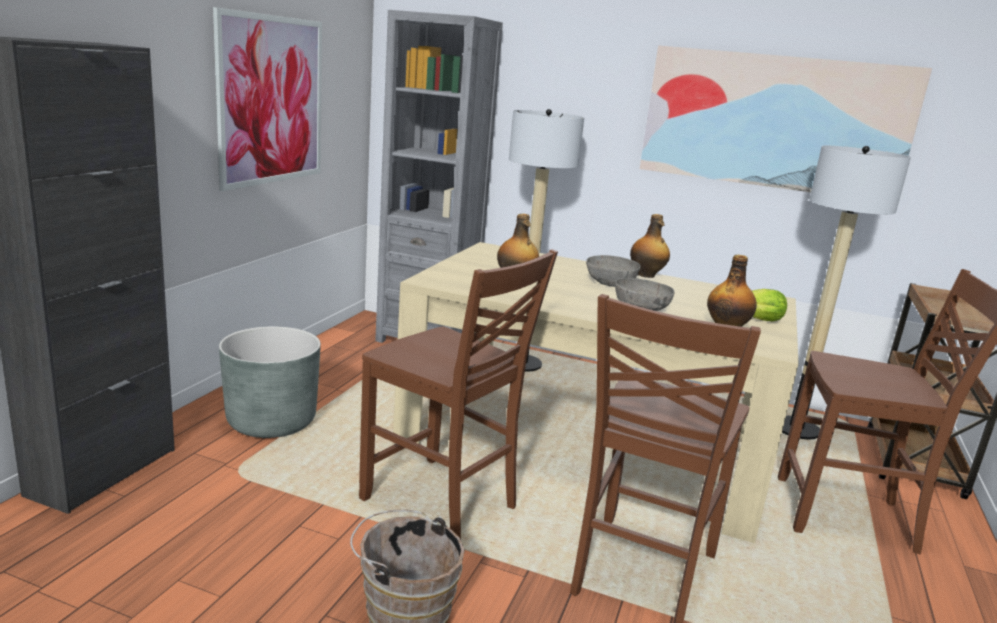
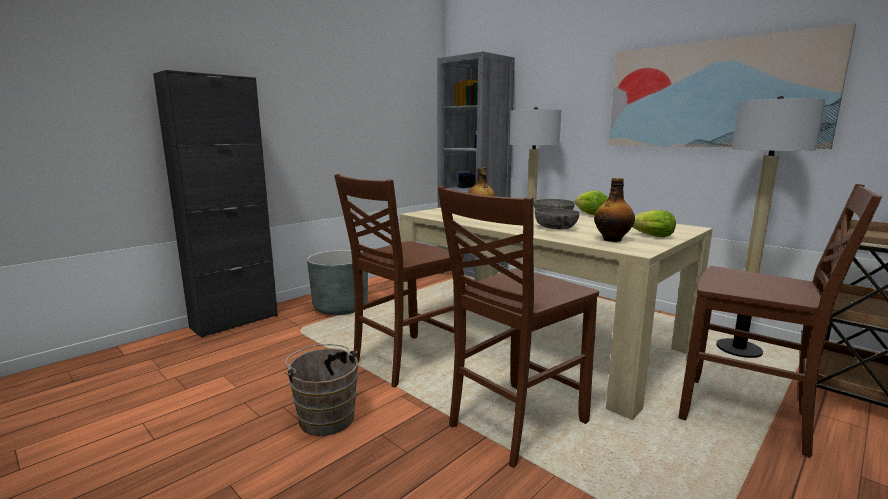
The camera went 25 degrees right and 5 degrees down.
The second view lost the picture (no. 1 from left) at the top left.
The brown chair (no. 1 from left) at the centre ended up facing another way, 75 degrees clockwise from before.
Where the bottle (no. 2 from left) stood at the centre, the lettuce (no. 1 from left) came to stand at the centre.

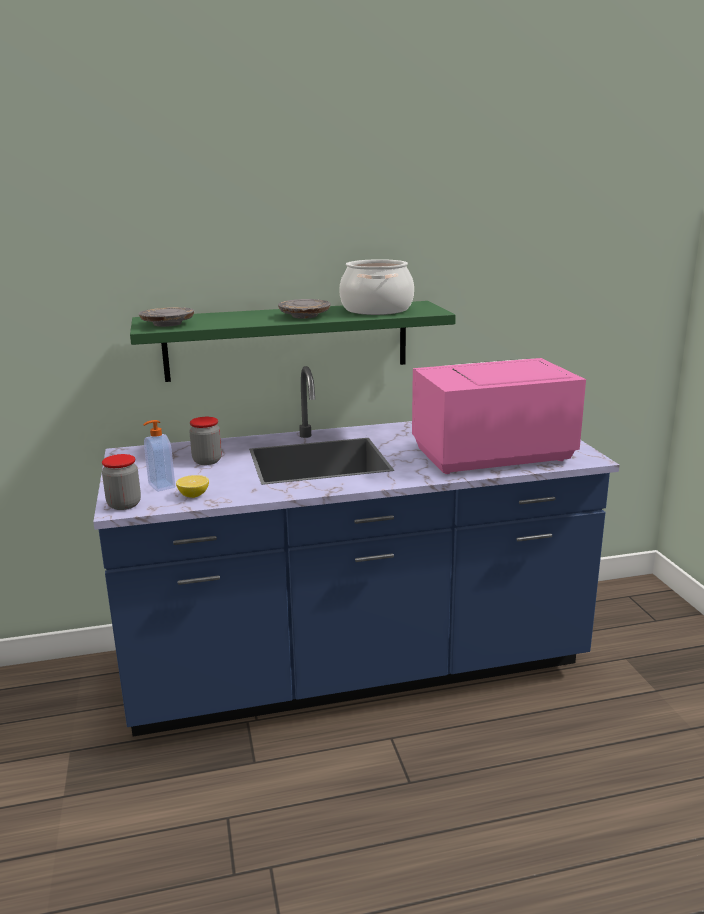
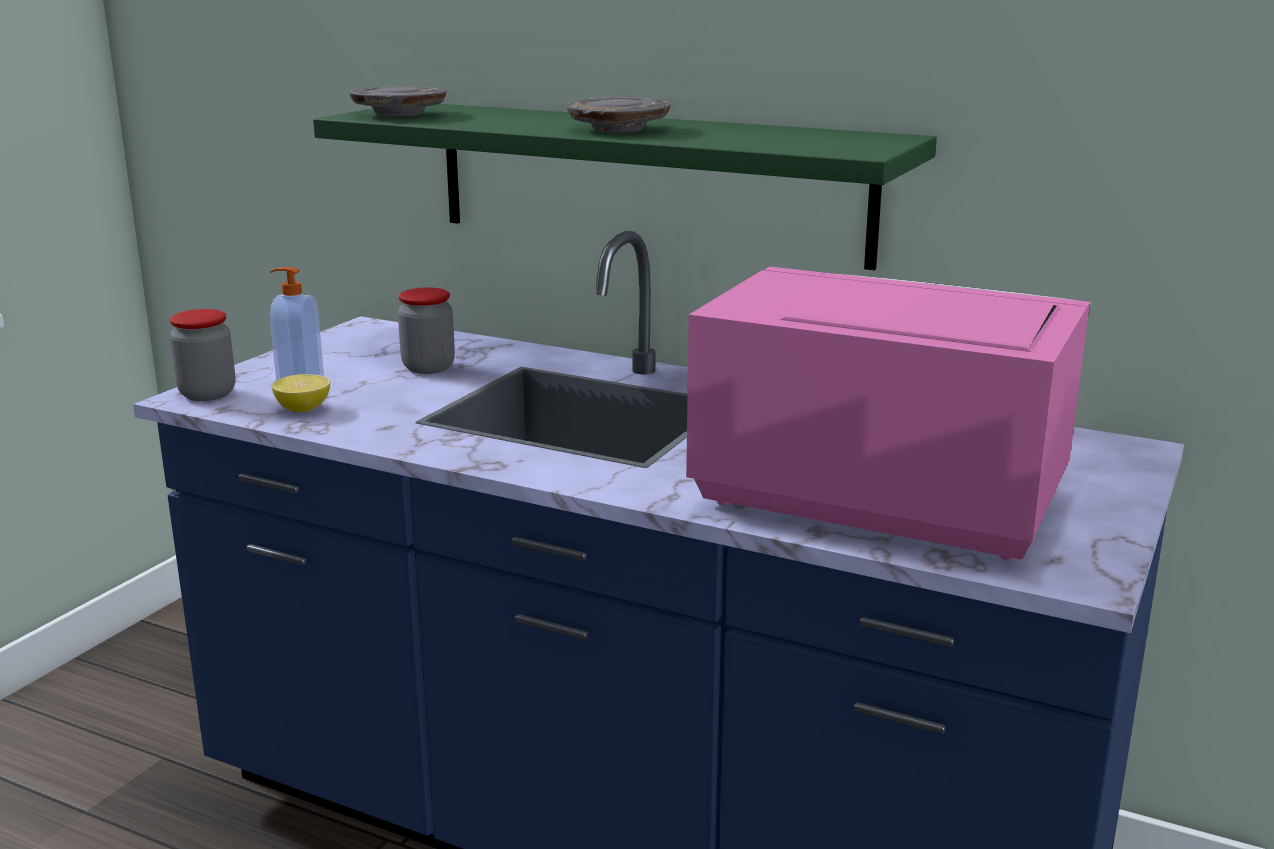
The camera went 40 degrees right and 0 degrees up.
The second view lost the cooking pot at the top centre.

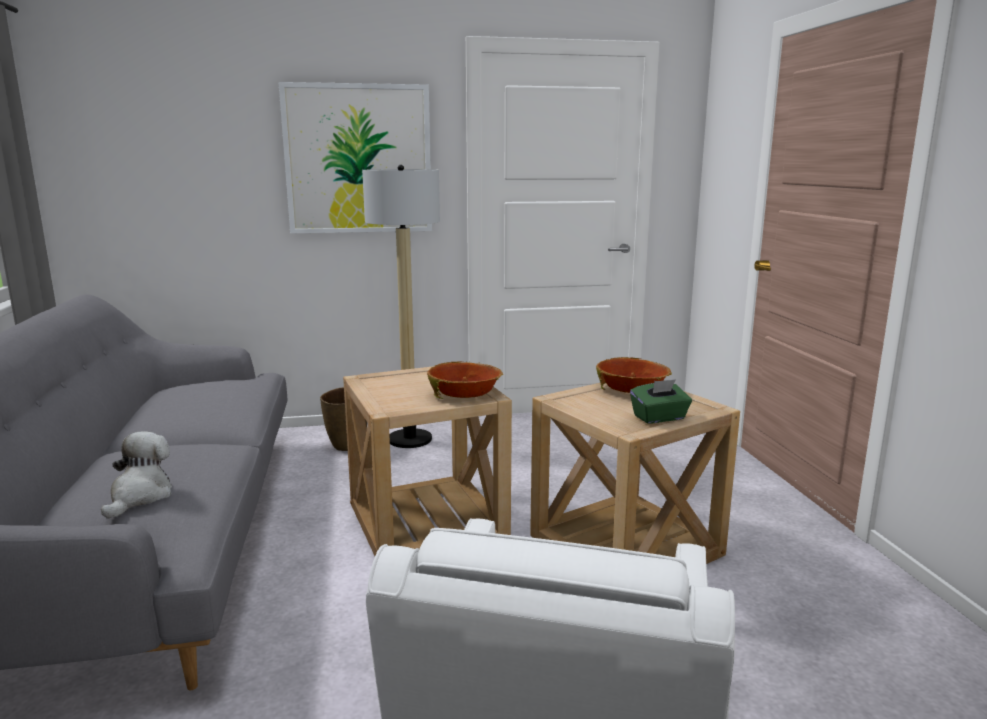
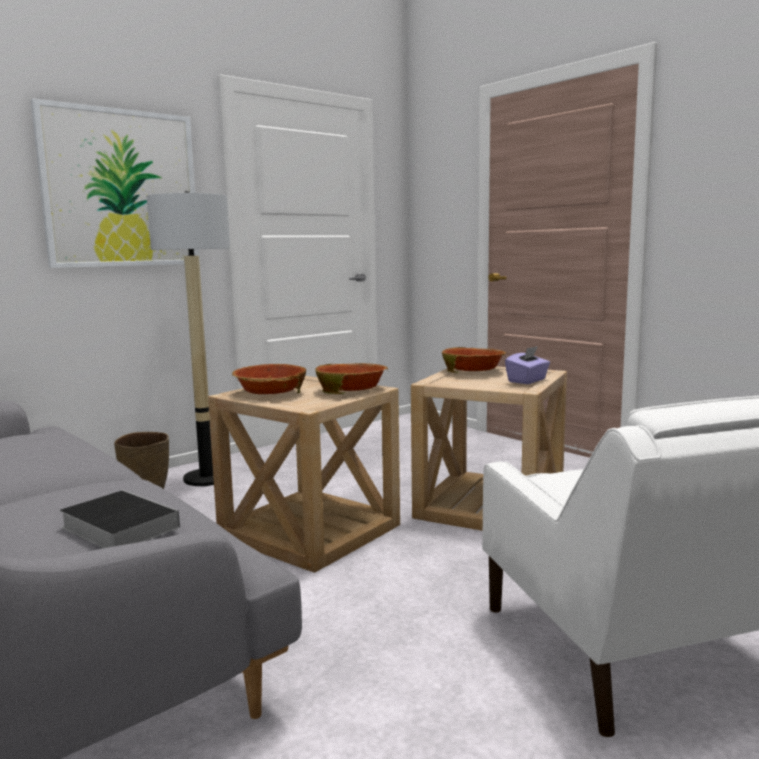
The camera went 30 degrees left and 5 degrees down.
Where the plush toy stood at the middle left, the book came to stand at the bottom left.
What was the green tissue box at the middle right turned into the purple tissue box at the middle right.
The second view gained the bowl (no. 1 from left) at the centre.

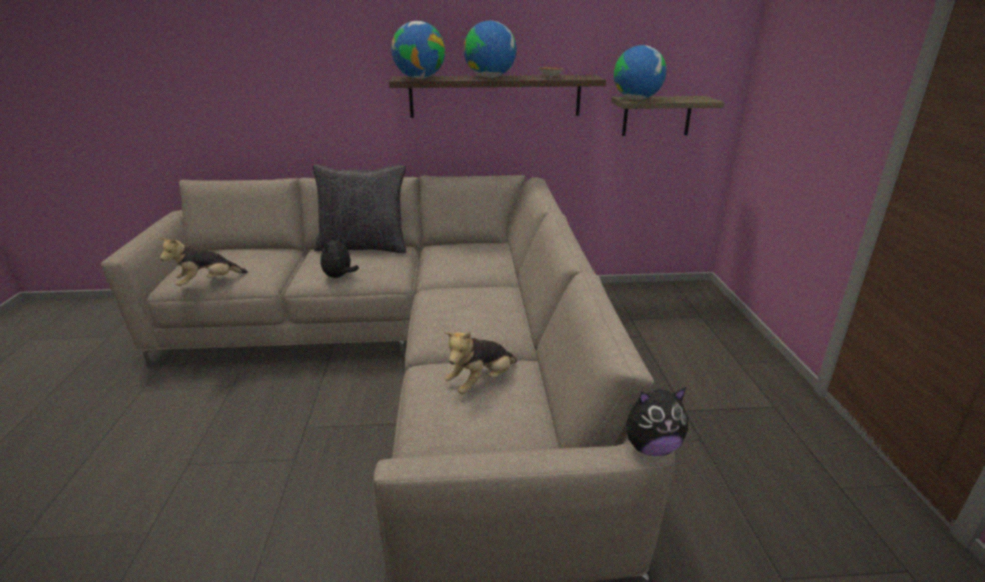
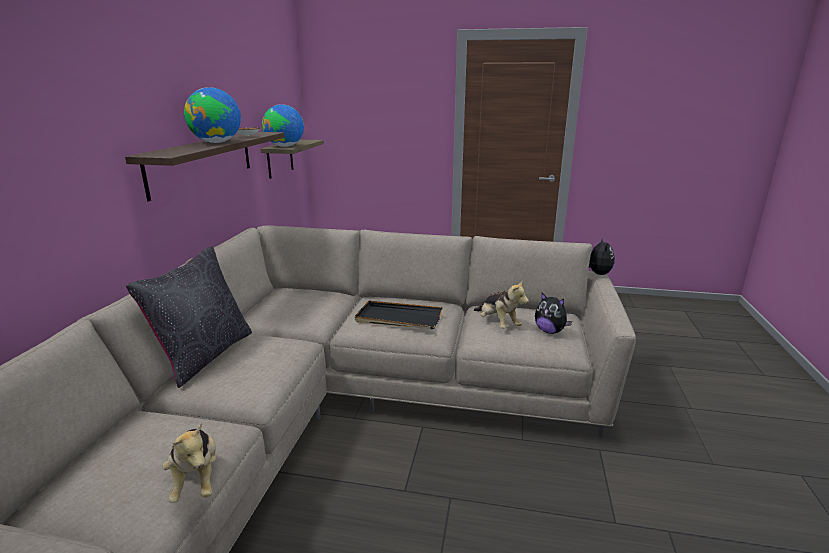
The camera went 75 degrees left and 5 degrees down.
The plush toy (no. 2 from left in the first image) ended up elsewhere, having gone from the centre to the middle right.
The second view lost the globe (no. 1 from left) at the top centre.
The second view gained the black tray at the centre.

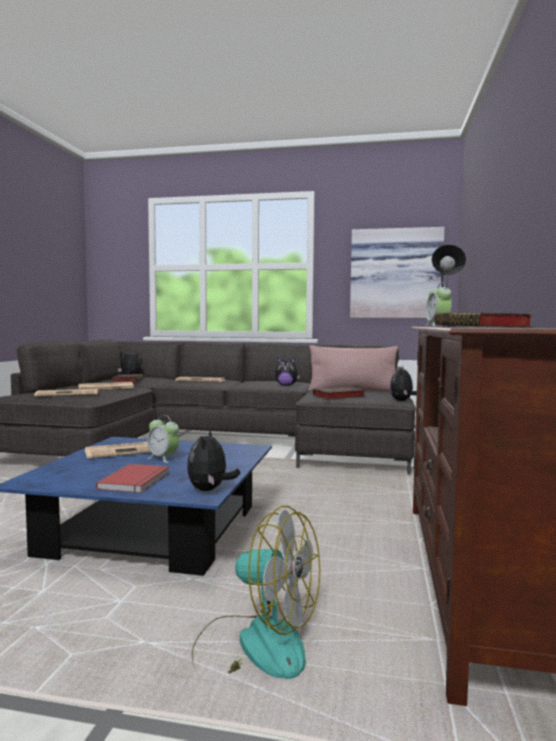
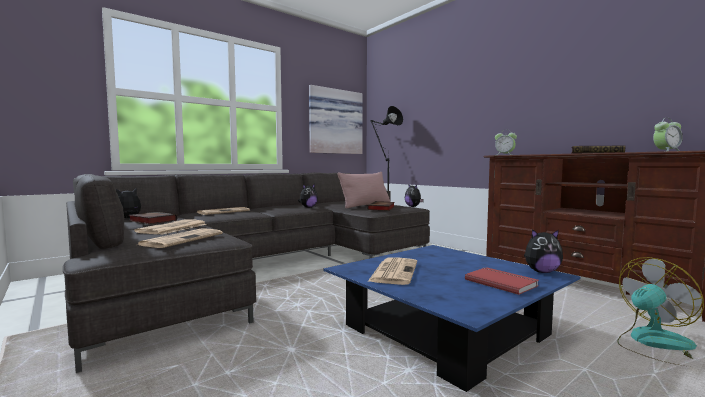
The camera went 50 degrees left and 0 degrees up.
The alarm clock (no. 1 from left in the first image) ended up elsewhere, having gone from the middle left to the middle right.
The plush toy (no. 2 from left in the first image) at the centre ended up facing another way, 45 degrees counterclockwise from before.

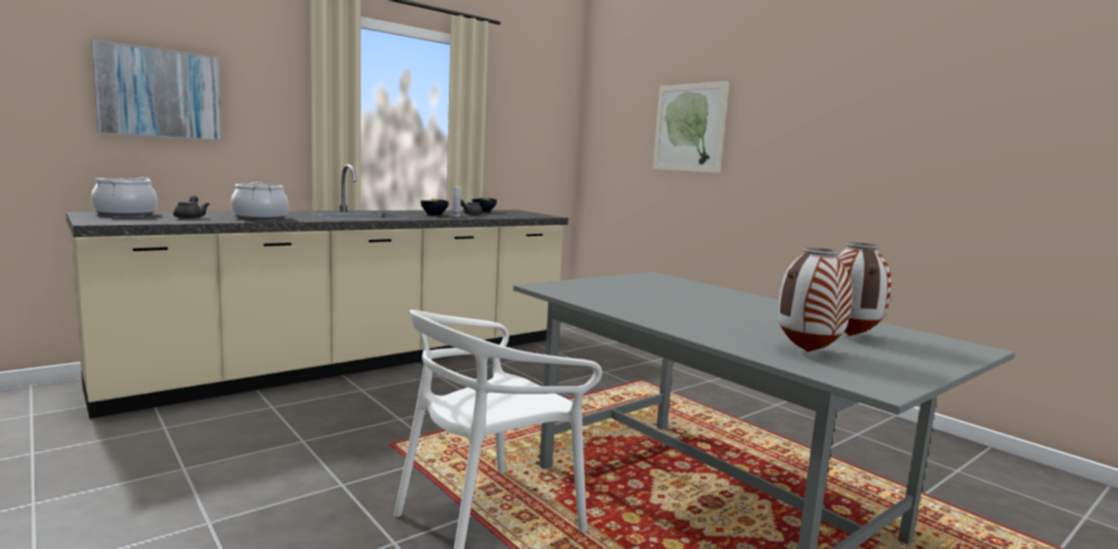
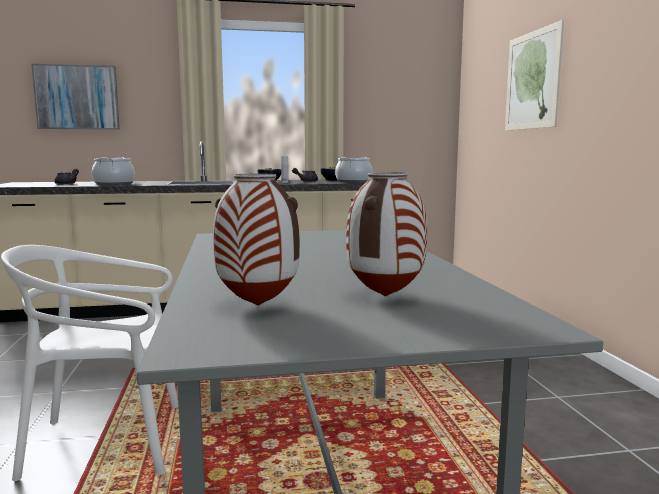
The camera went 30 degrees right and 0 degrees up.
The cooking pot (no. 1 from left in the first image) ended up elsewhere, having gone from the middle left to the centre.

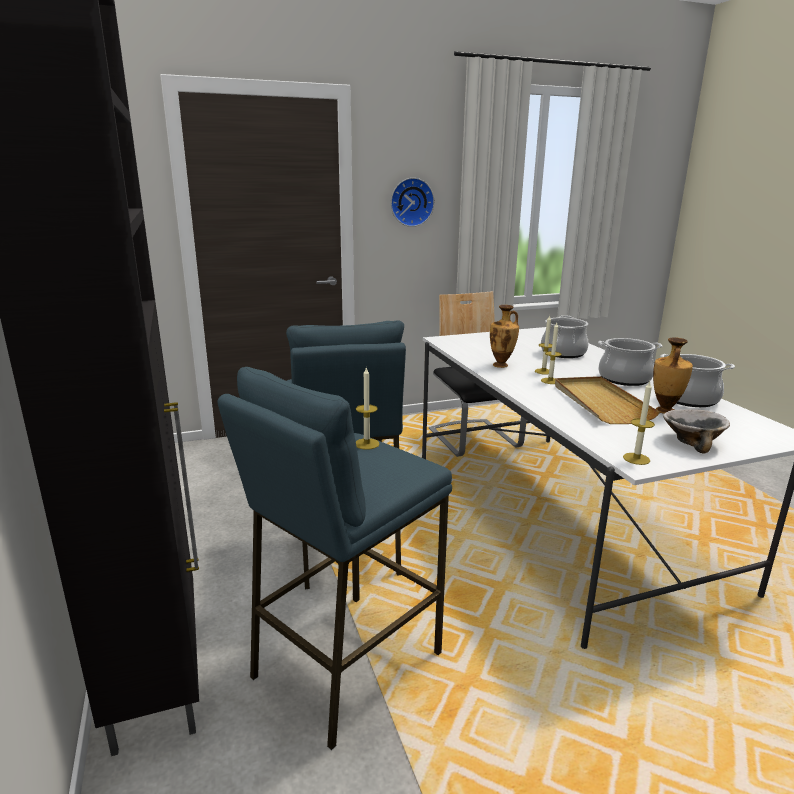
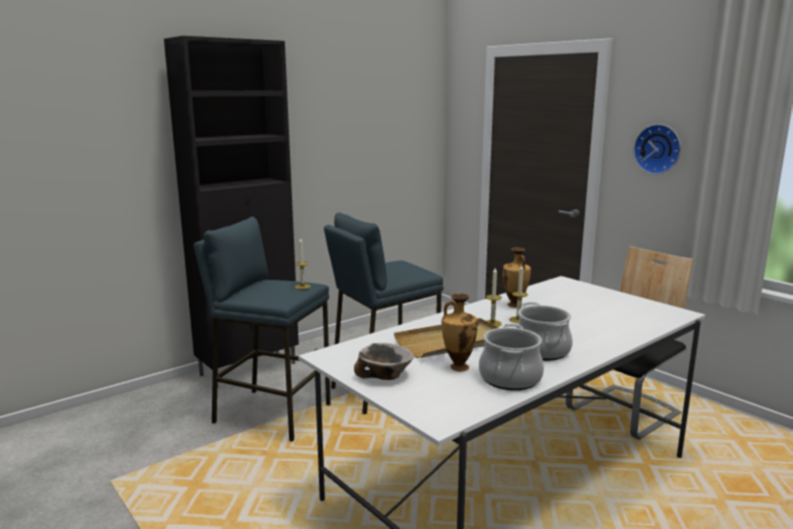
The camera went 70 degrees right and 5 degrees down.
The second view lost the cooking pot (no. 1 from left) at the middle right.
The second view lost the candle (no. 4 from left) at the middle right.

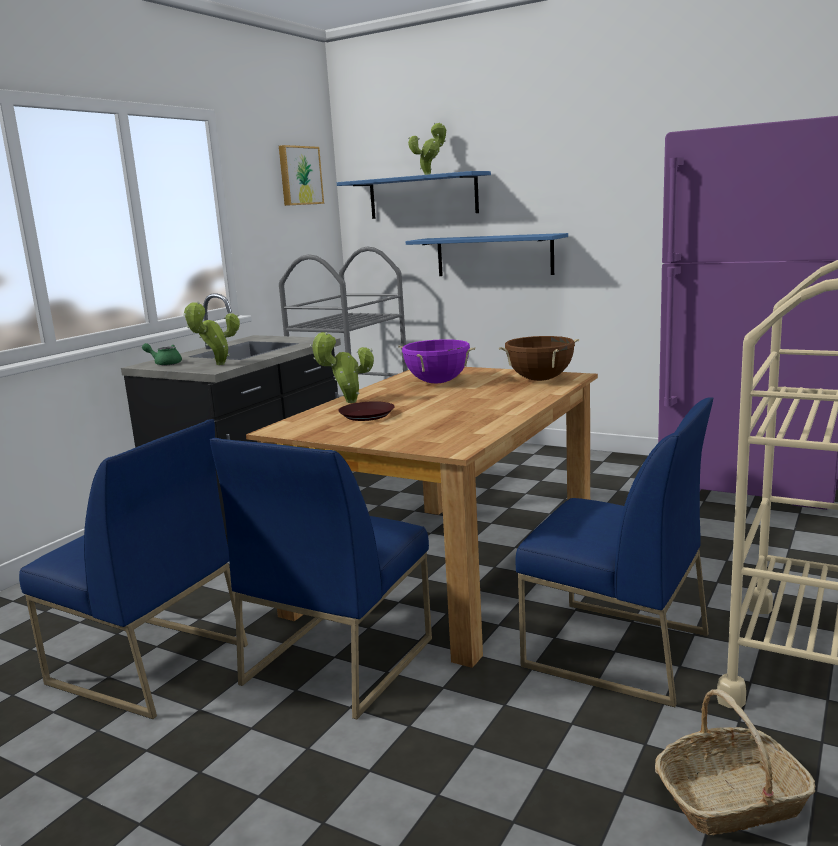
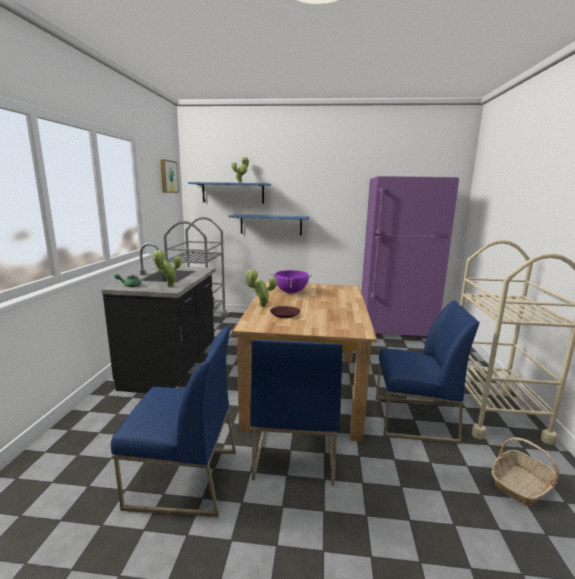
The camera went 25 degrees left and 0 degrees up.
The second view lost the brown cooking pot at the centre.

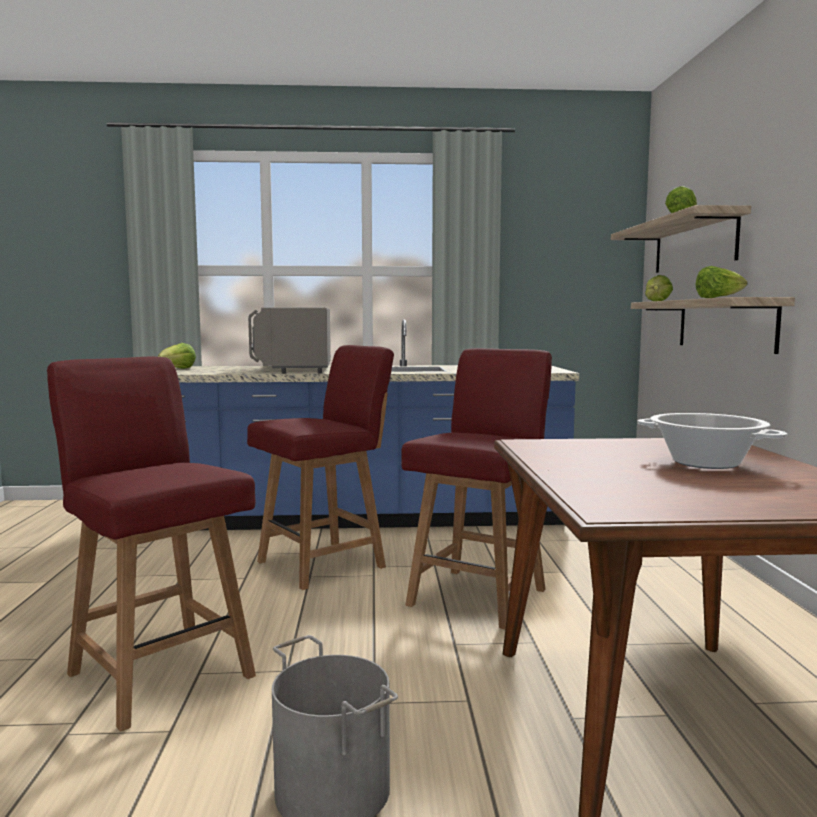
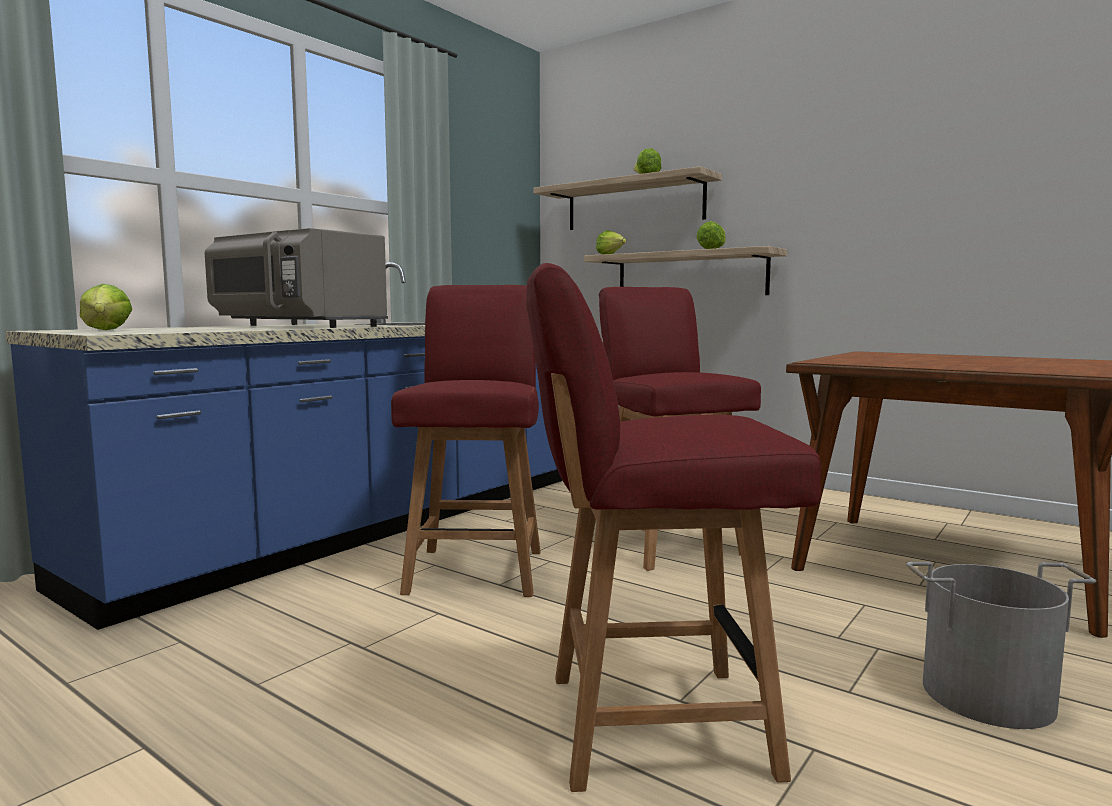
The camera went 50 degrees left and 0 degrees up.
The second view lost the cooking pot at the middle right.

